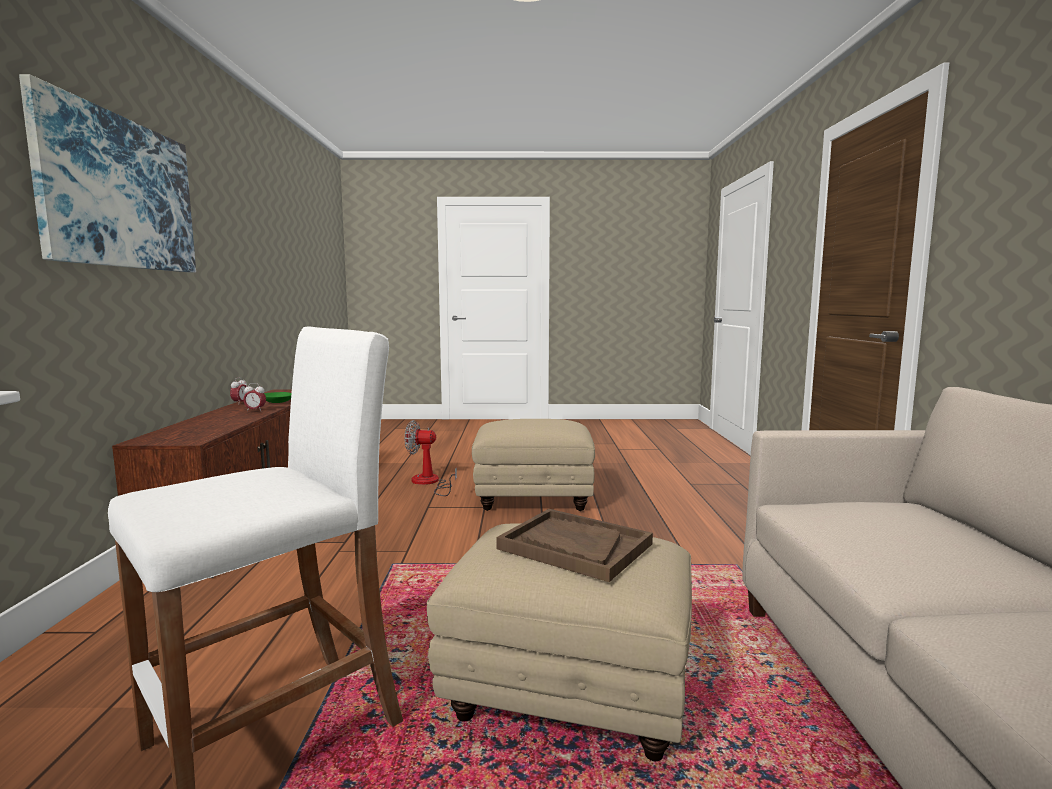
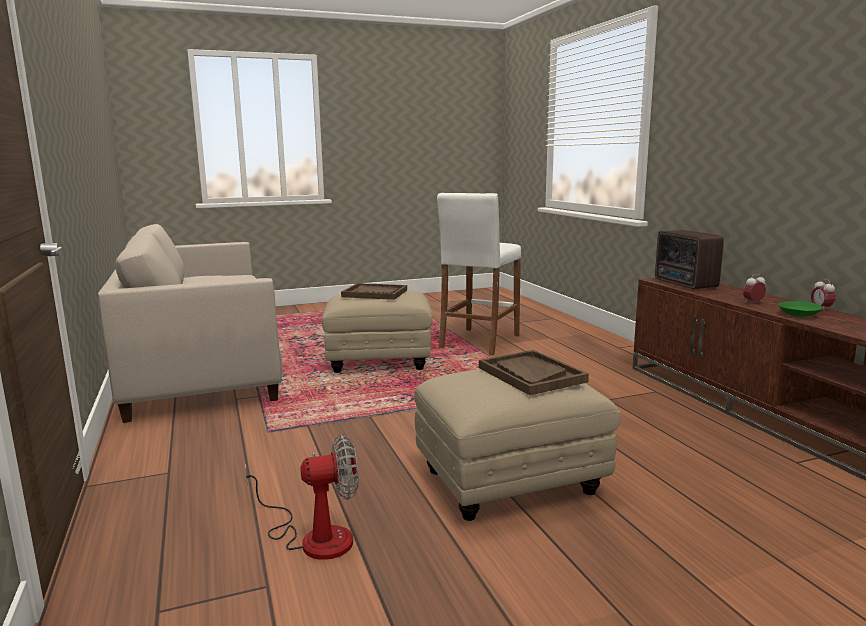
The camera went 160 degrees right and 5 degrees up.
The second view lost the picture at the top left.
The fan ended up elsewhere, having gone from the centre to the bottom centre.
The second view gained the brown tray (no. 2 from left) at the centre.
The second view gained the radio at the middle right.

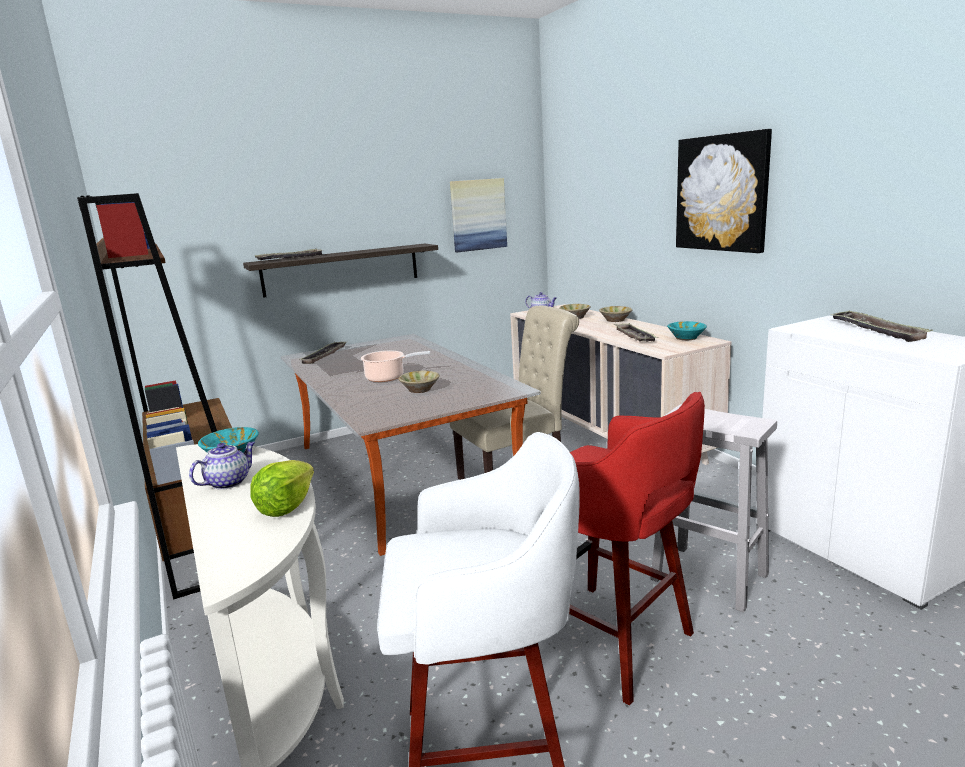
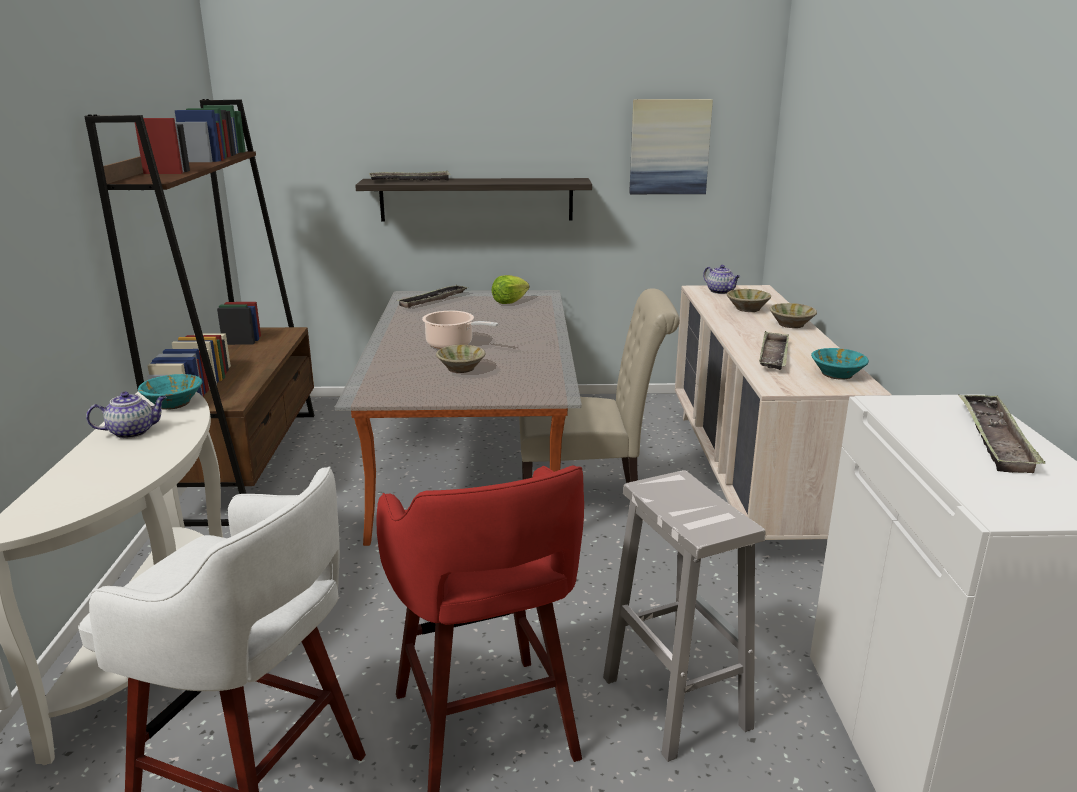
The camera went 25 degrees right and 5 degrees up.
The lettuce ended up elsewhere, having gone from the middle left to the centre.
The second view lost the picture (no. 2 from left) at the top right.

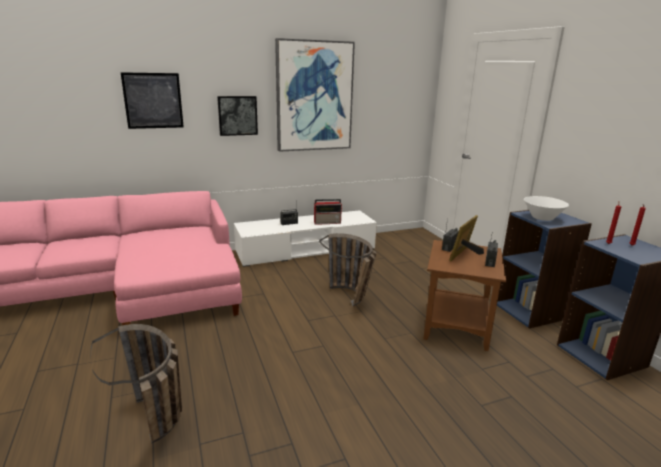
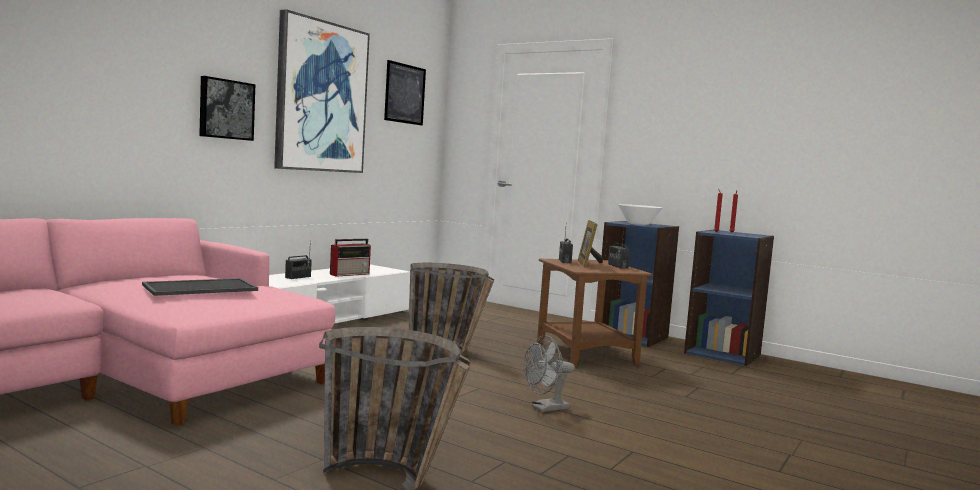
The camera went 35 degrees left and 15 degrees down.
The picture (no. 1 from left in the first image) ended up elsewhere, having gone from the top left to the top centre.
The second view gained the tray at the middle left.
The second view gained the grey fan at the bottom centre.

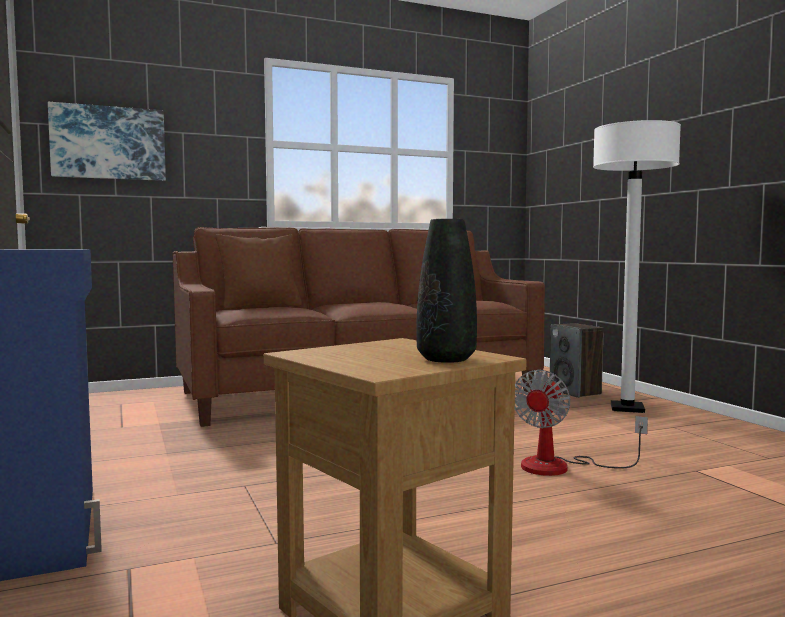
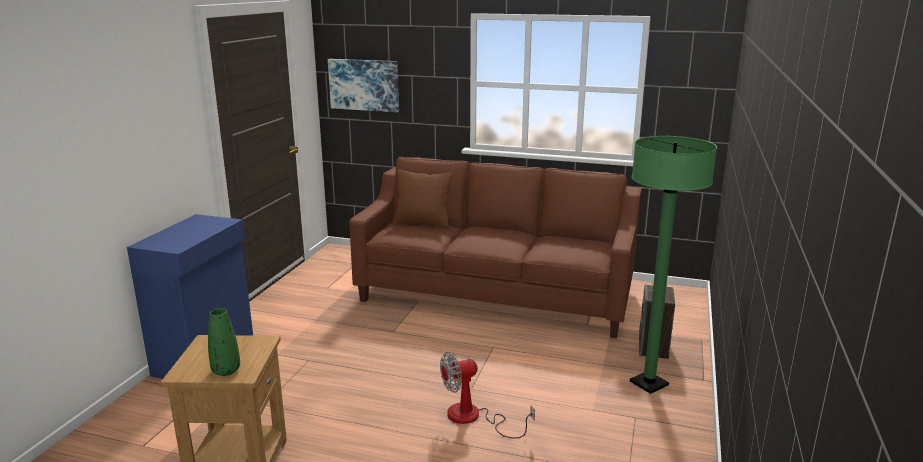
The camera went 40 degrees right and 15 degrees up.
What was the black vase at the centre turned into the green vase at the bottom left.
What was the white floor lamp at the middle right turned into the green floor lamp at the middle right.

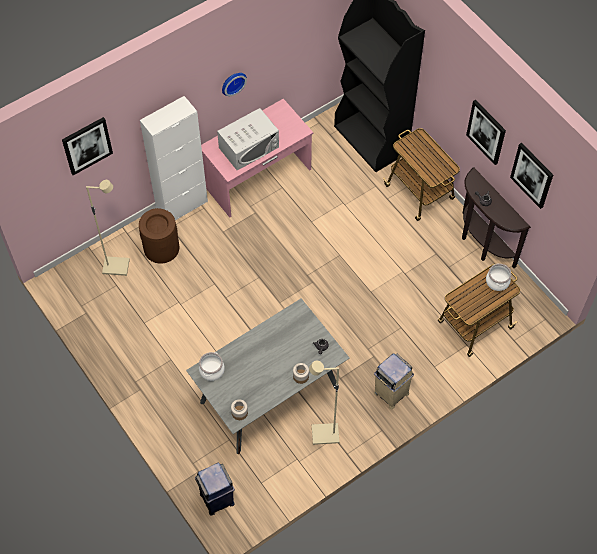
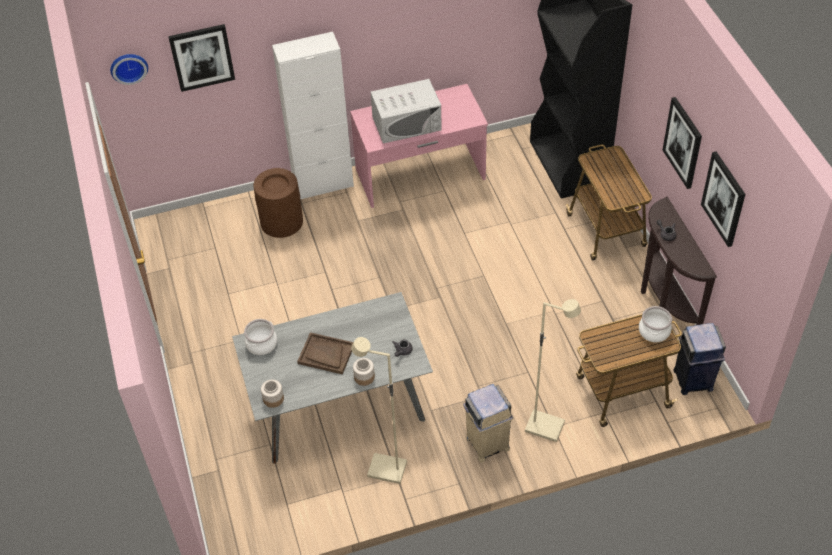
The camera went 20 degrees right and 10 degrees down.
The beige floor lamp (no. 1 from left in the first image) ended up elsewhere, having gone from the middle left to the bottom centre.
The blue trash can ended up elsewhere, having gone from the bottom centre to the middle right.
The wall clock ended up elsewhere, having gone from the top centre to the top left.
The second view gained the brown tray at the centre.

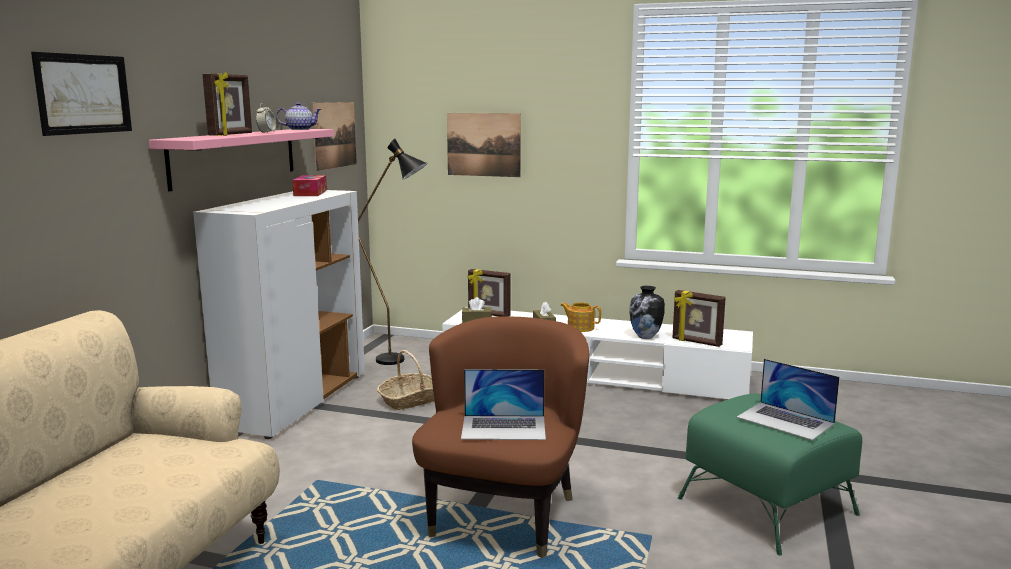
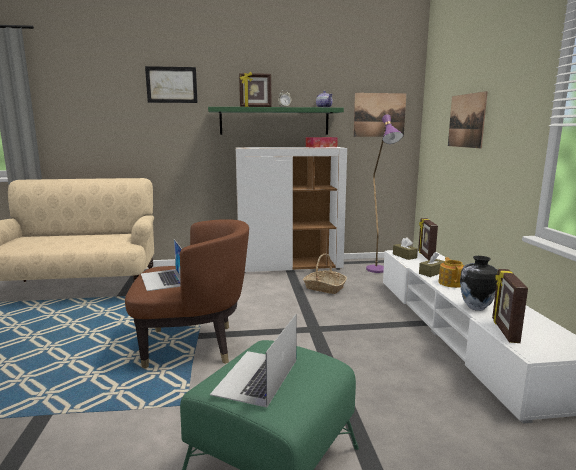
The camera went 65 degrees right and 0 degrees up.
What was the pink shelf at the top left turned into the green shelf at the top centre.
What was the black floor lamp at the centre turned into the purple floor lamp at the middle right.

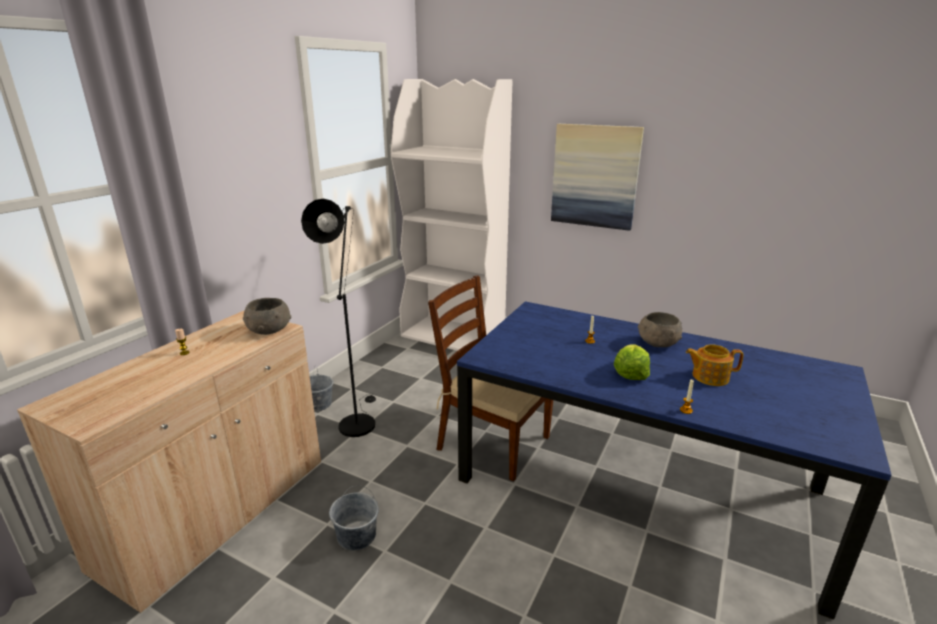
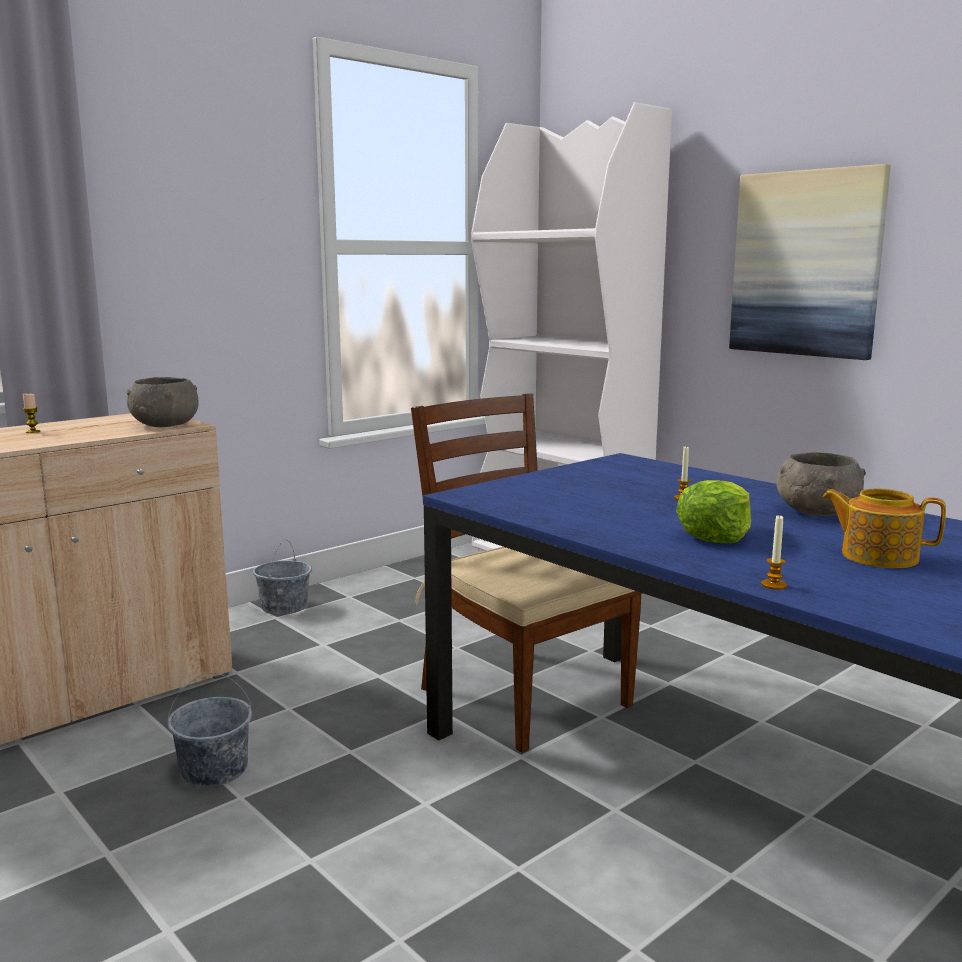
The camera went 20 degrees right and 10 degrees down.
The second view lost the black floor lamp at the centre.

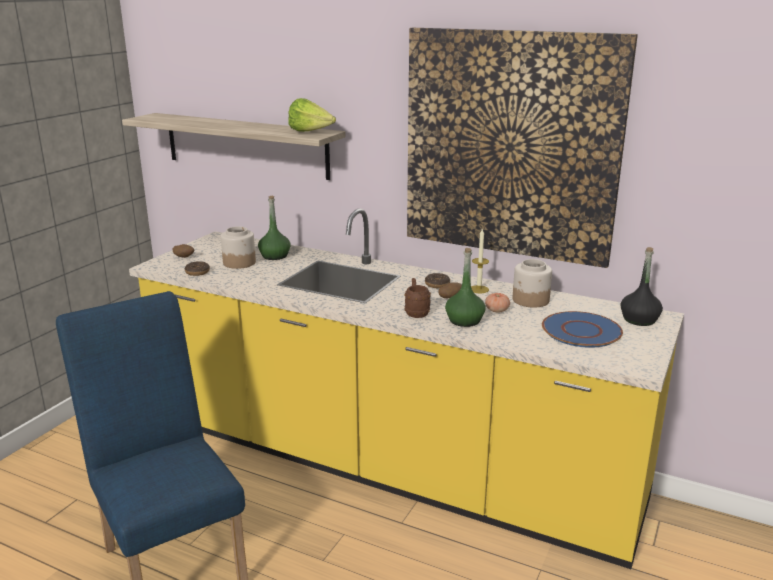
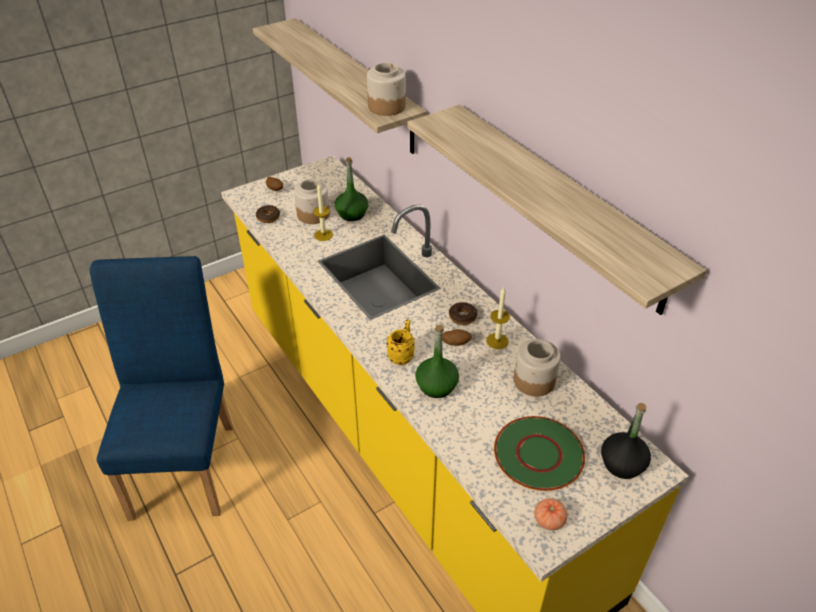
The camera went 30 degrees right and 20 degrees up.
Where the lettuce stood at the top centre, the jar (no. 2 from left) came to stand at the top centre.
What was the brown mug at the centre turned into the yellow mug at the centre.
Where the picture hung at the top right, the shelf (no. 2 from left) came to hang at the middle right.
The tomato ended up elsewhere, having gone from the centre to the bottom right.
What was the blue plate at the middle right turned into the green plate at the bottom centre.
The second view gained the candle (no. 1 from left) at the centre.

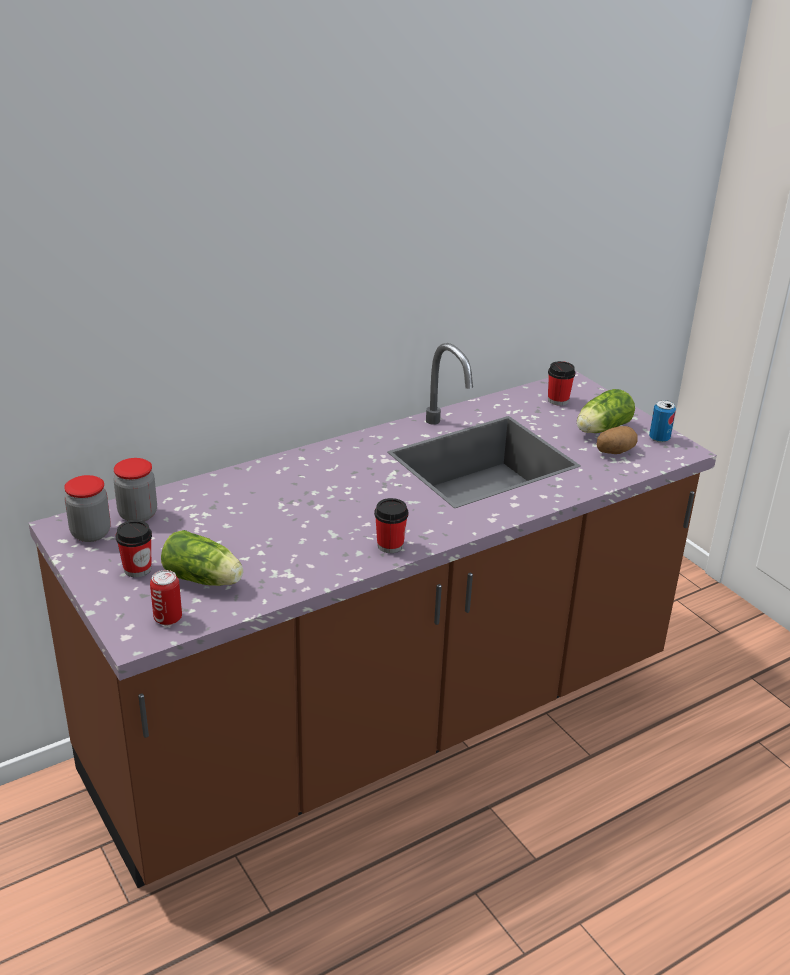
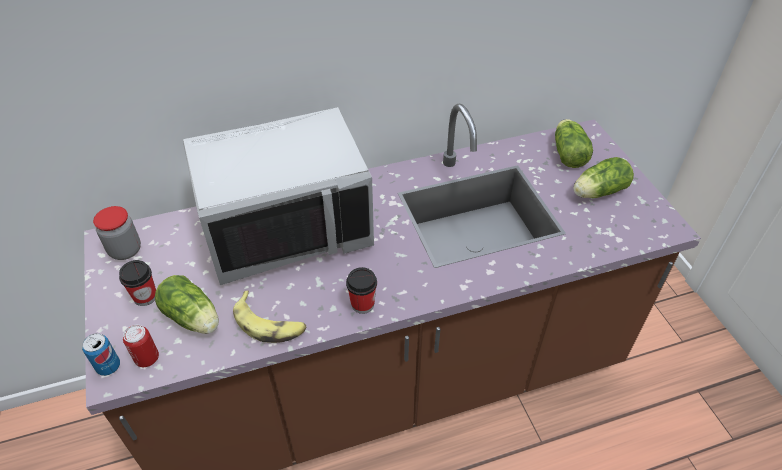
The camera went 15 degrees right and 15 degrees up.
The second view lost the jar (no. 2 from left) at the middle left.
Where the cup (no. 3 from left) stood at the middle right, the lettuce (no. 2 from left) came to stand at the top right.
The second view lost the potato at the middle right.
The can (no. 2 from left in the first image) ended up elsewhere, having gone from the middle right to the bottom left.
The second view gained the grey microwave at the centre.
The second view gained the banana at the bottom centre.

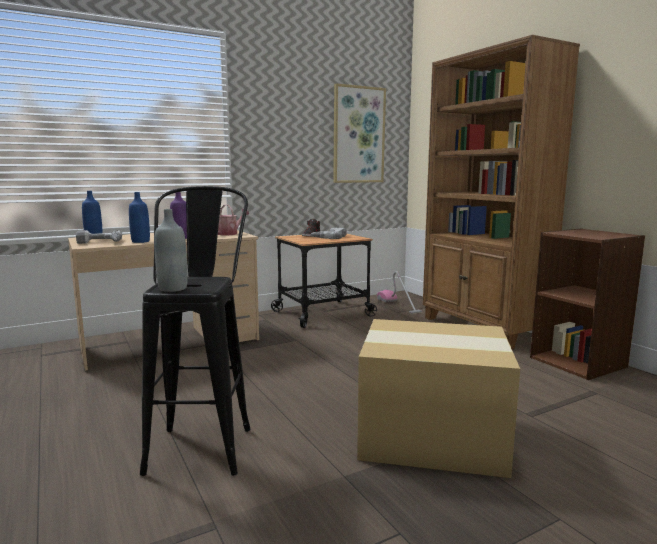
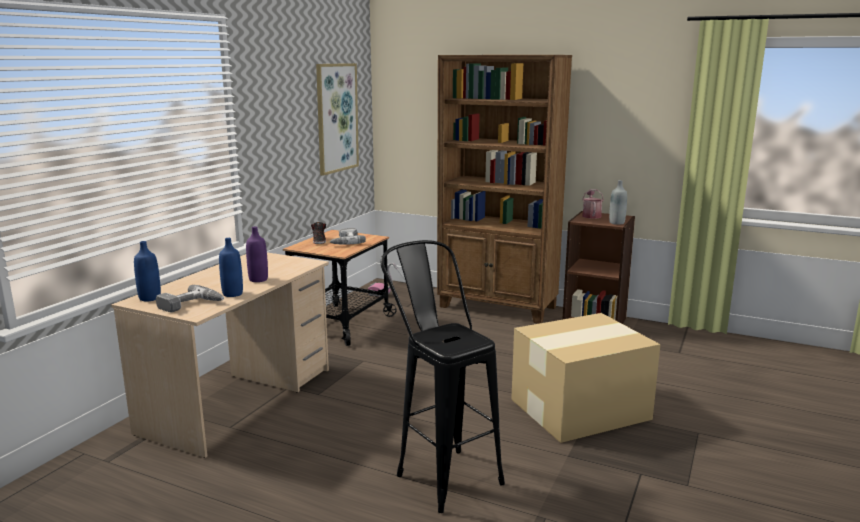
The camera went 35 degrees left and 5 degrees up.
The grey bottle ended up elsewhere, having gone from the middle left to the middle right.
The watering can ended up elsewhere, having gone from the centre to the middle right.

